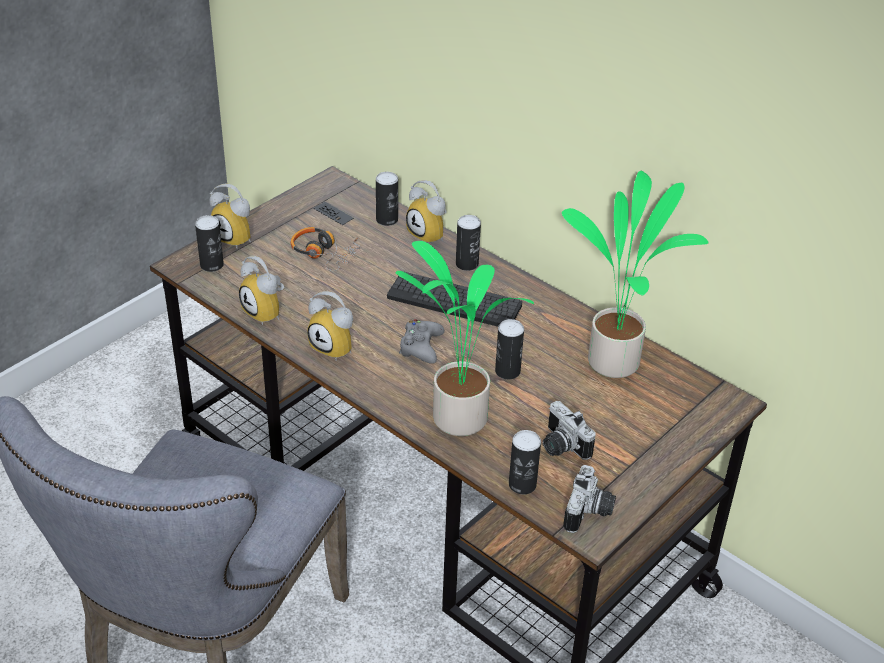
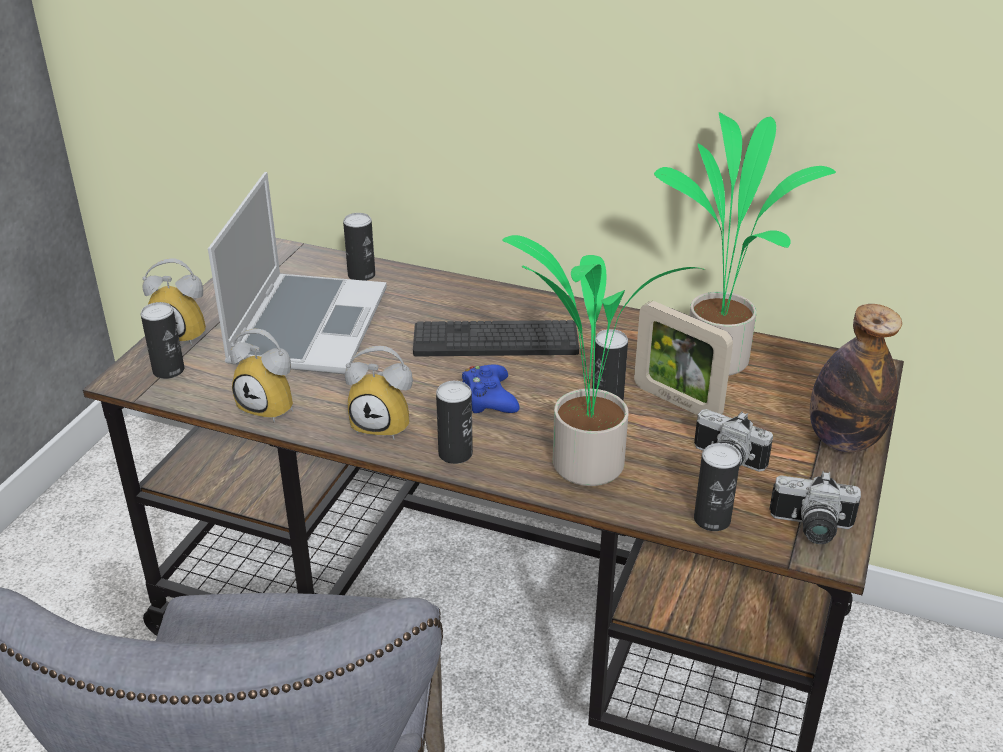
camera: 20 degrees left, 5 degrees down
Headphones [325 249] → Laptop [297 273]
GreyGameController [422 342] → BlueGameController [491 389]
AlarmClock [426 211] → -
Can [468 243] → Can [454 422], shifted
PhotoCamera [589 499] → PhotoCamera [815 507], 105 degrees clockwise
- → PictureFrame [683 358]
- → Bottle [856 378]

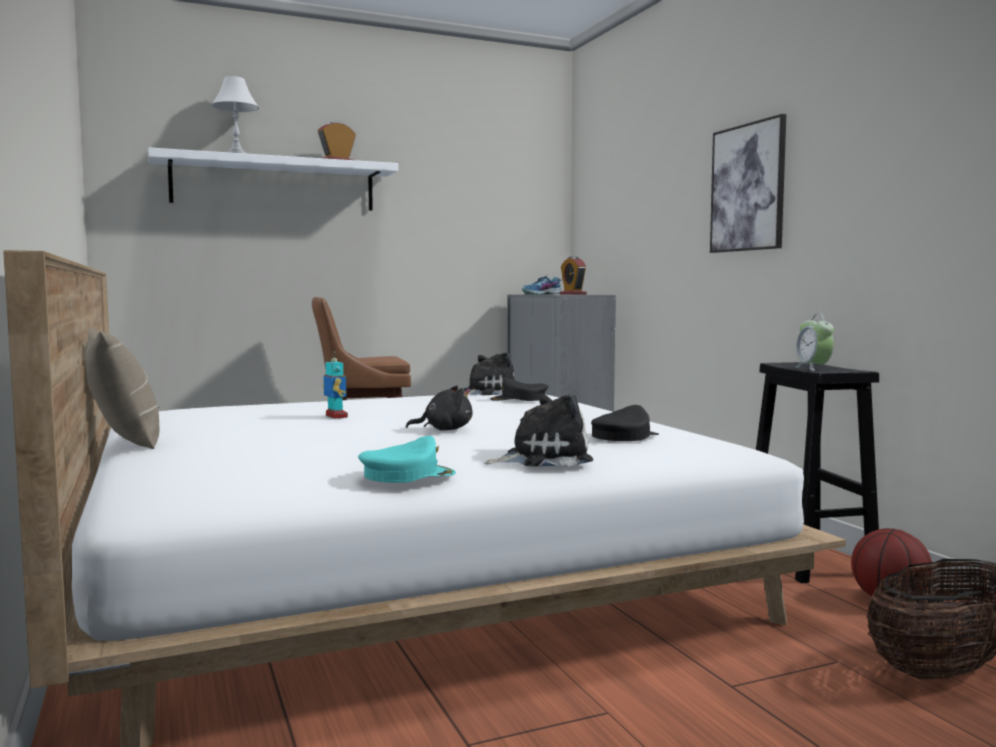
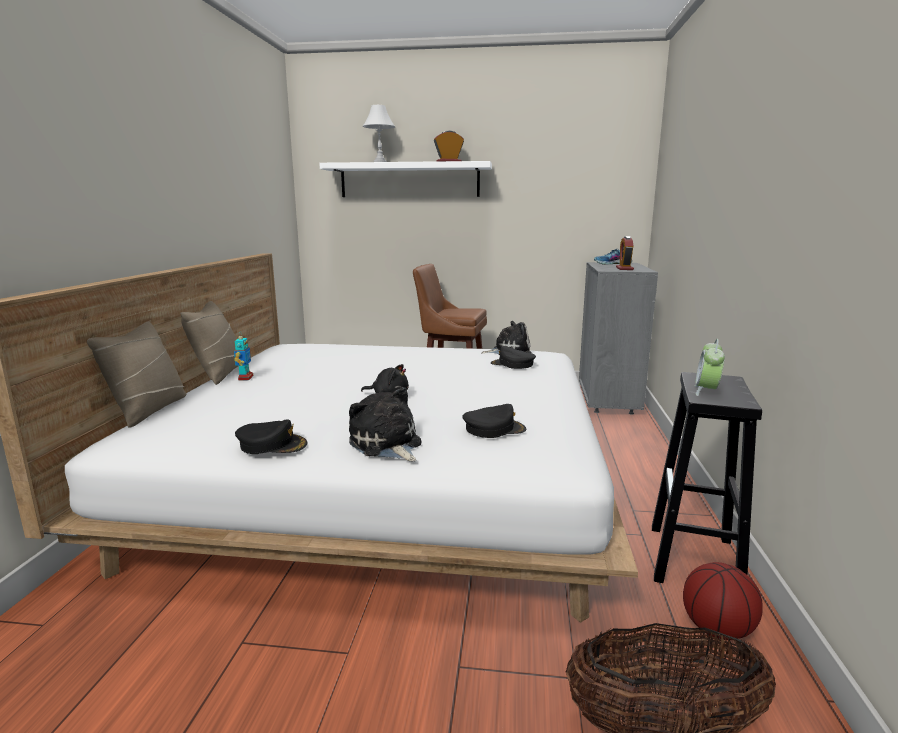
camera: 30 degrees right, 10 degrees up
ToyRobot [335 386] → ToyRobot [243 357], shifted
TurquoiseCap [407 459] → BlackCap [271 436]
PlushToy [539 430] → PlushToy [385 424], 135 degrees counterclockwise
Picture [748 183] → -
- → BeigePillow [136 374]

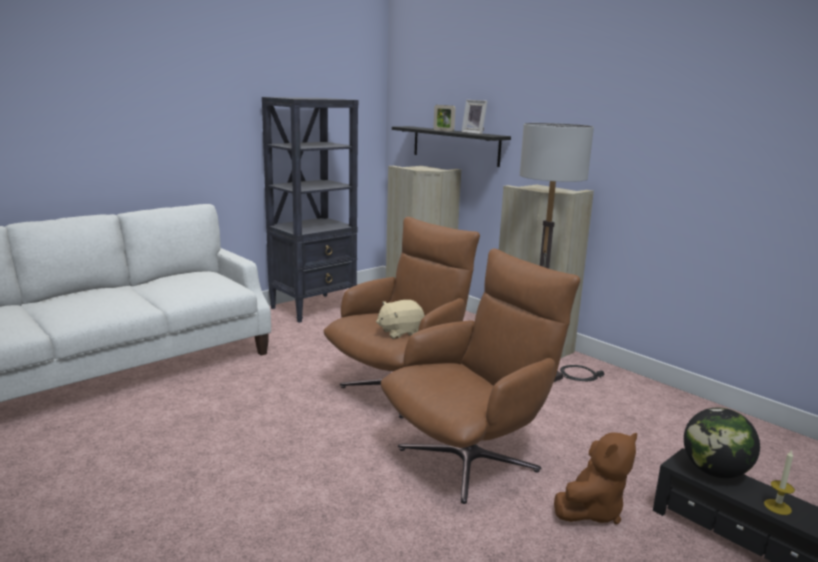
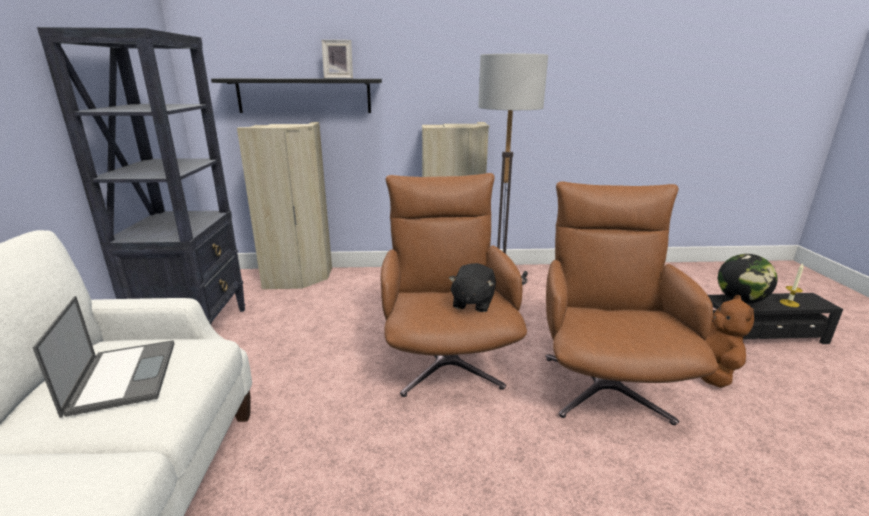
camera: 50 degrees left, 5 degrees up
BeigePlushToy [400 319] → BlackPlushToy [472 287]
PictureFrame [444 118] → -
- → Laptop [103 357]

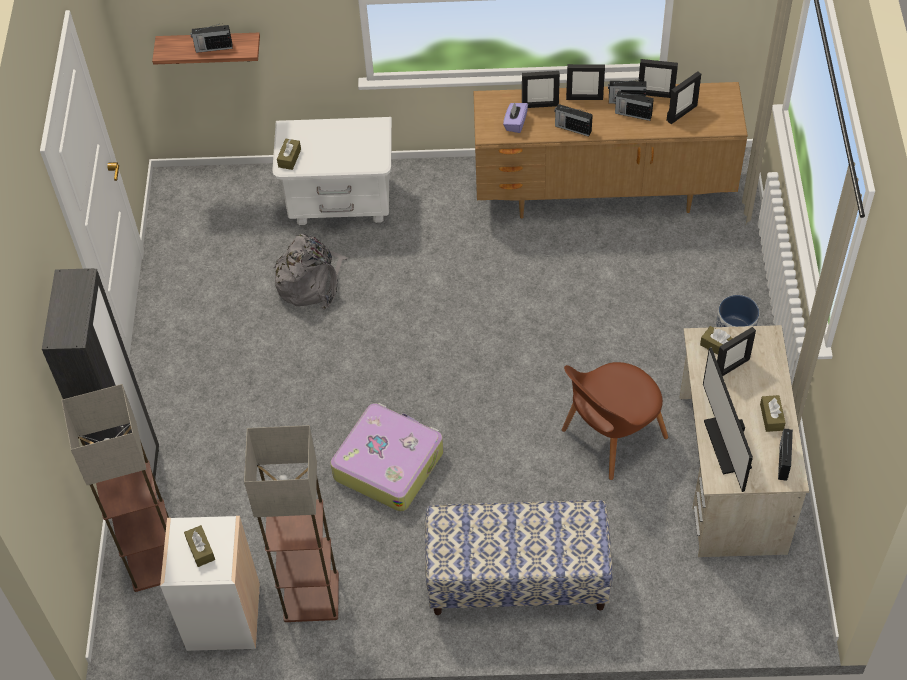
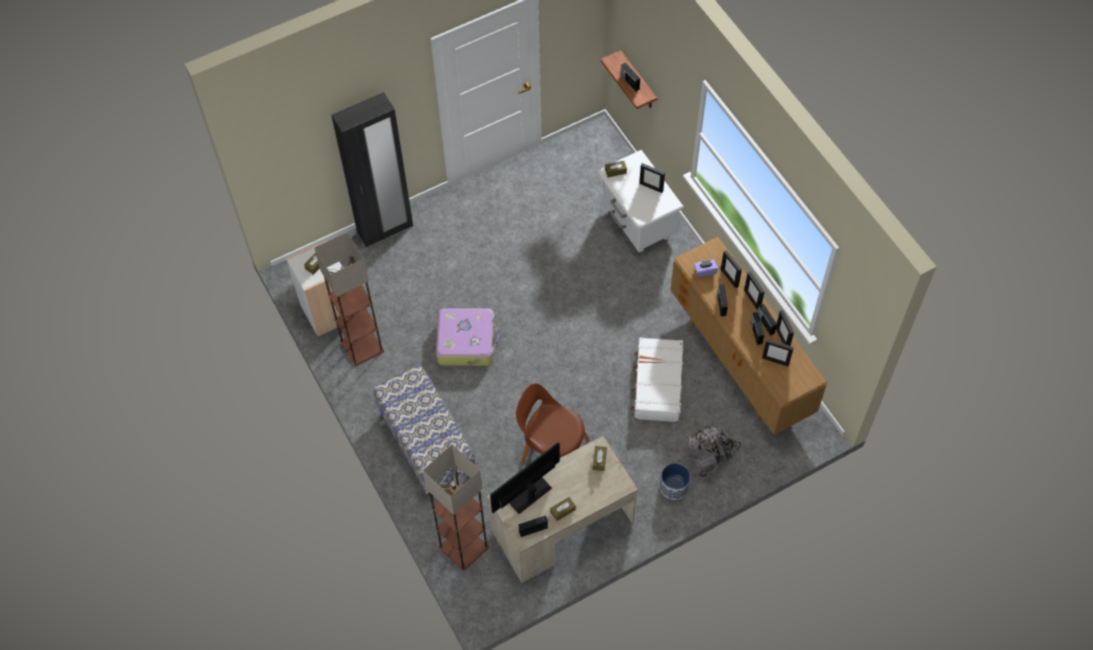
camera: 60 degrees right, 5 degrees up
FloorLamp [115 488] → FloorLamp [456 507], shifted
GreyBackpack [310 272] → GreyBackpack [715 452], shifted
PictureFrame [736 351] → PictureFrame [652 178], shifted
- → WhiteSuitcase [657 379]

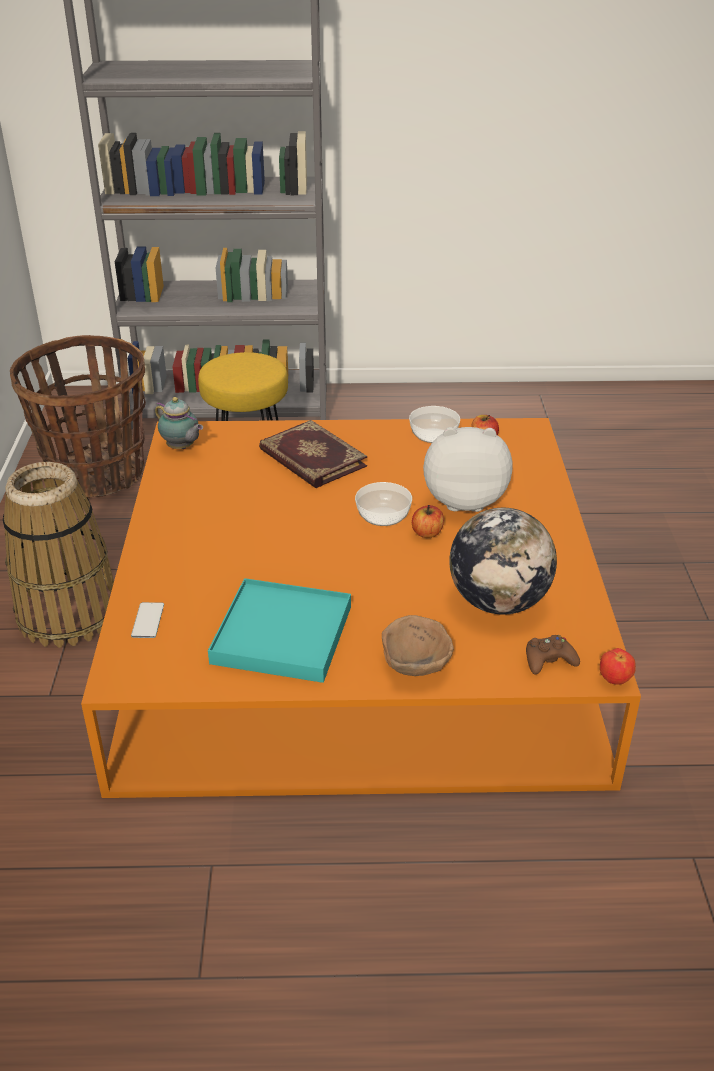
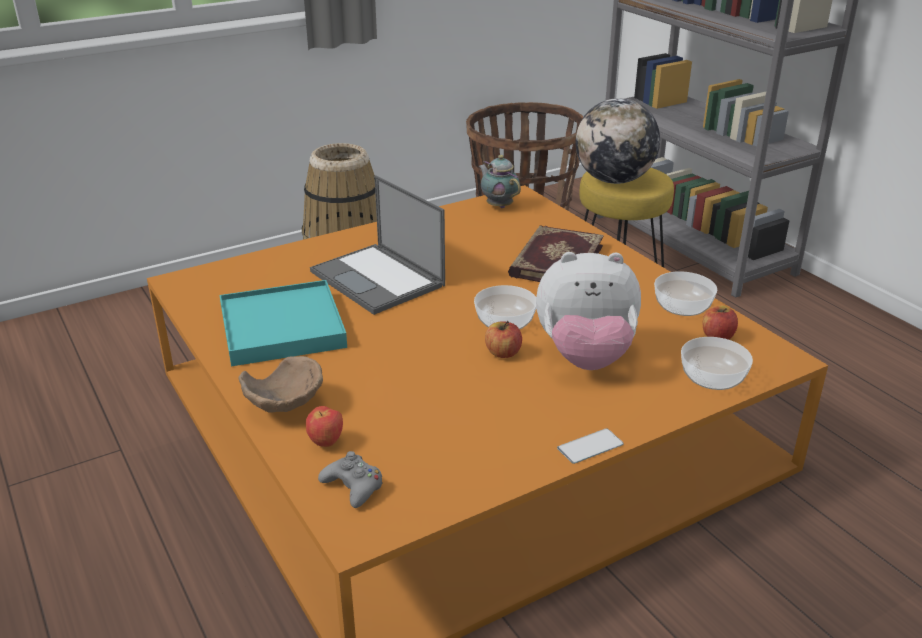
camera: 60 degrees right, 5 degrees down
Phone [147 620] → Phone [590 446], shifted
Teapot [179 423] → Teapot [500 181], 135 degrees clockwise
PlushToy [467 469] → PlushToy [588 311], 120 degrees clockwise
Globe [503 561] → Globe [618 141], shifted
BrownGameController [553 654] → GreyGameController [350 479]
Apple [618 666] → Apple [324 426], shifted
- → Laptop [377 245]
- → Bowl [717 363]

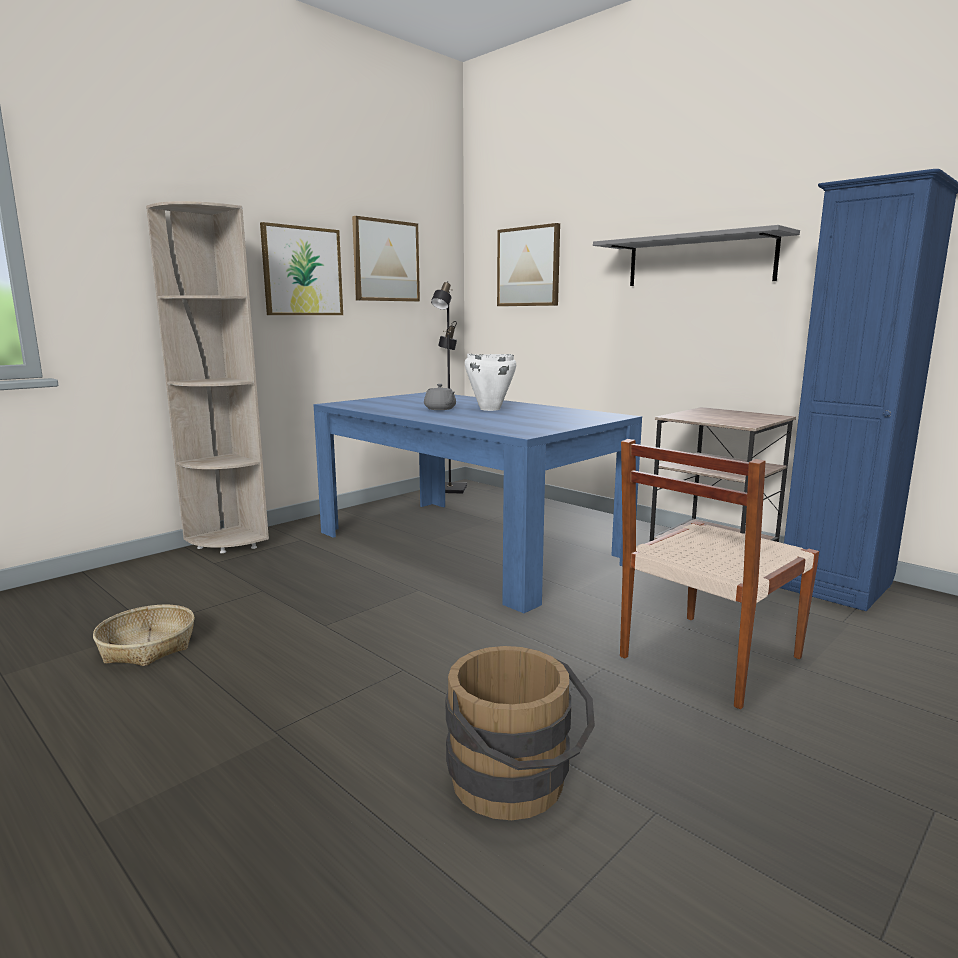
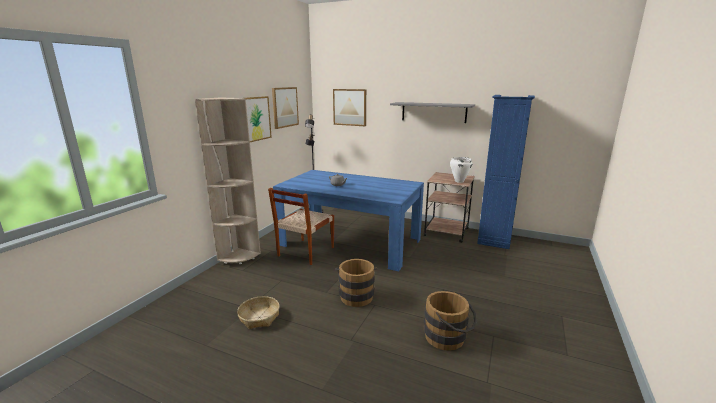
camera: 20 degrees left, 5 degrees up
WhiteCookingPot [490 382] → WhiteCookingPot [461 170], shifted
Chair [719 574] → Chair [301 226], shifted
- → BrownBucket [356 283]

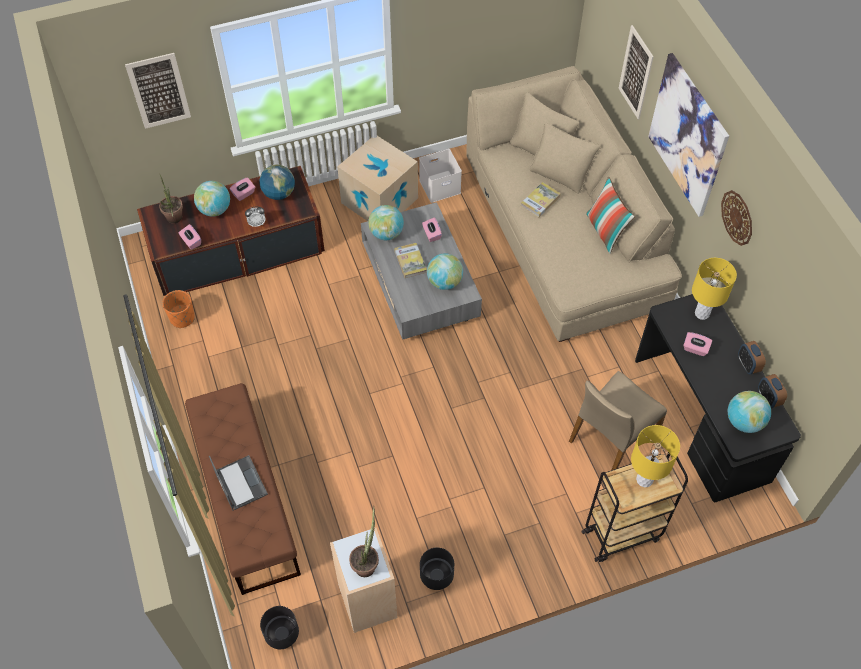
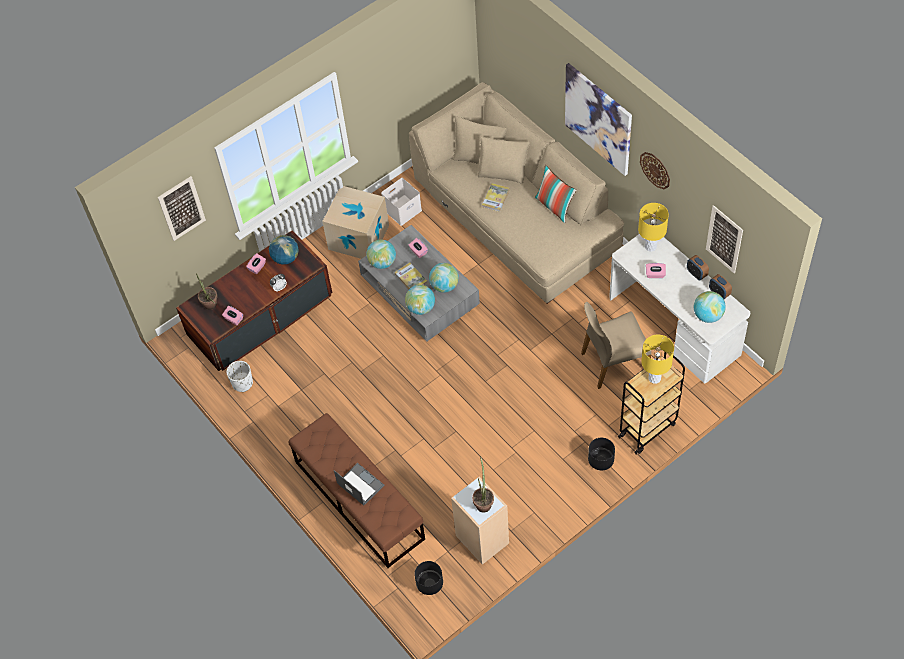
camera: 15 degrees left, 0 degrees up
OrangePlanter [178 309] → WhitePlanter [239 376]
Globe [212 199] → Globe [420 300], shifted
BlackPlanter [437 569] → BlackPlanter [601 454], shifted
BeigeChair [618 420] → BeigeChair [616 345], 45 degrees clockwise
Picture [636 72] → Picture [724 239], shifted
BlackDesk [718 398] → WhiteDesk [679 308]

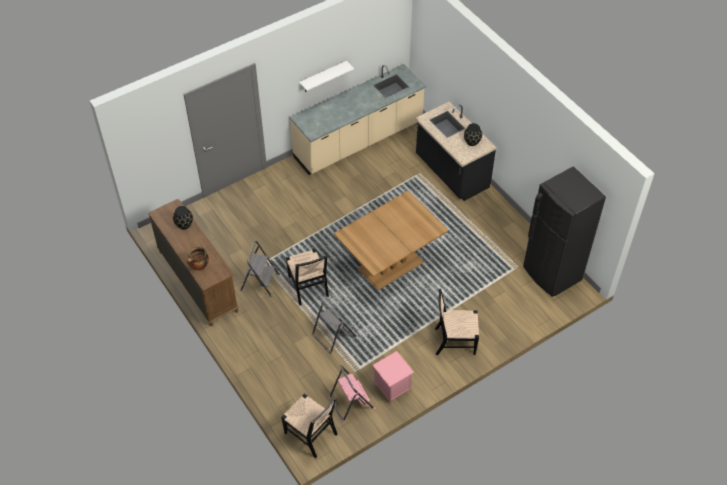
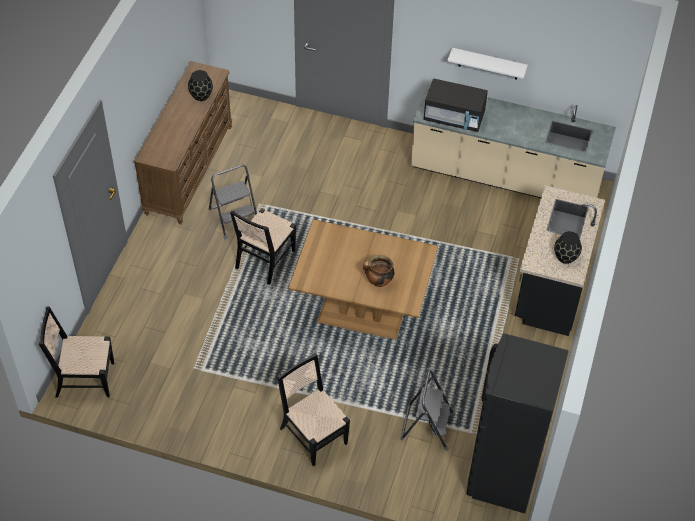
camera: 50 degrees right, 0 degrees up
CookingPot [198 258] → CookingPot [378 271], shifted
Chair [309 426] → Chair [76 352], 90 degrees clockwise
GreyStepLadder [335 327] → GreyStepLadder [427 410], shifted
PinkStepLadder [352 394] → -
PinkNightstand [393 377] → -
- → BlackMicrowave [456 105]

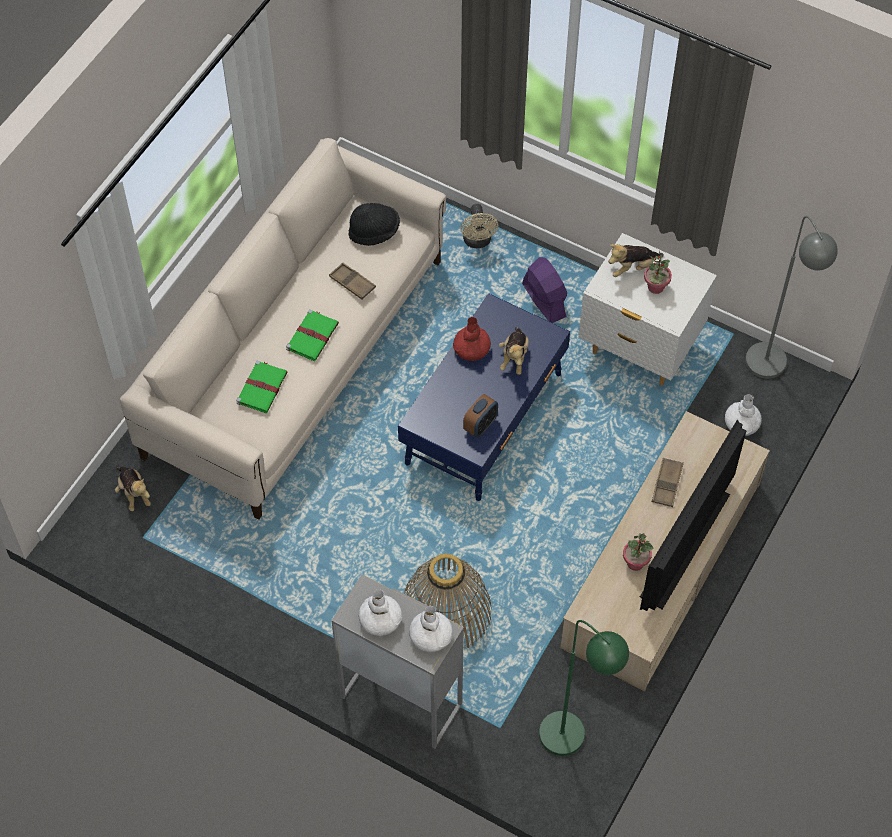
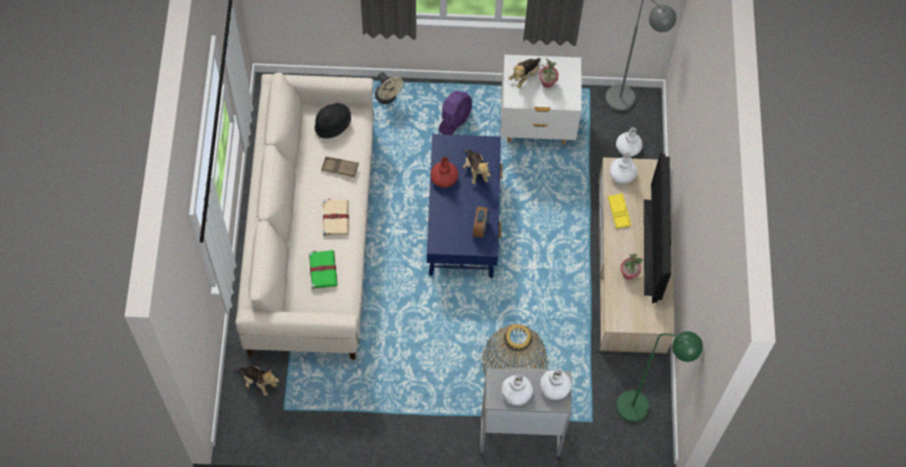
camera: 30 degrees left, 5 degrees up
GreenBook [312 335] → BeigeBook [336 217]
PurpleFan [544 290] → PurpleFan [455 113], 90 degrees clockwise
BrownTray [667 482] → YellowTray [619 211]
- → WhiteVase [623 168]

